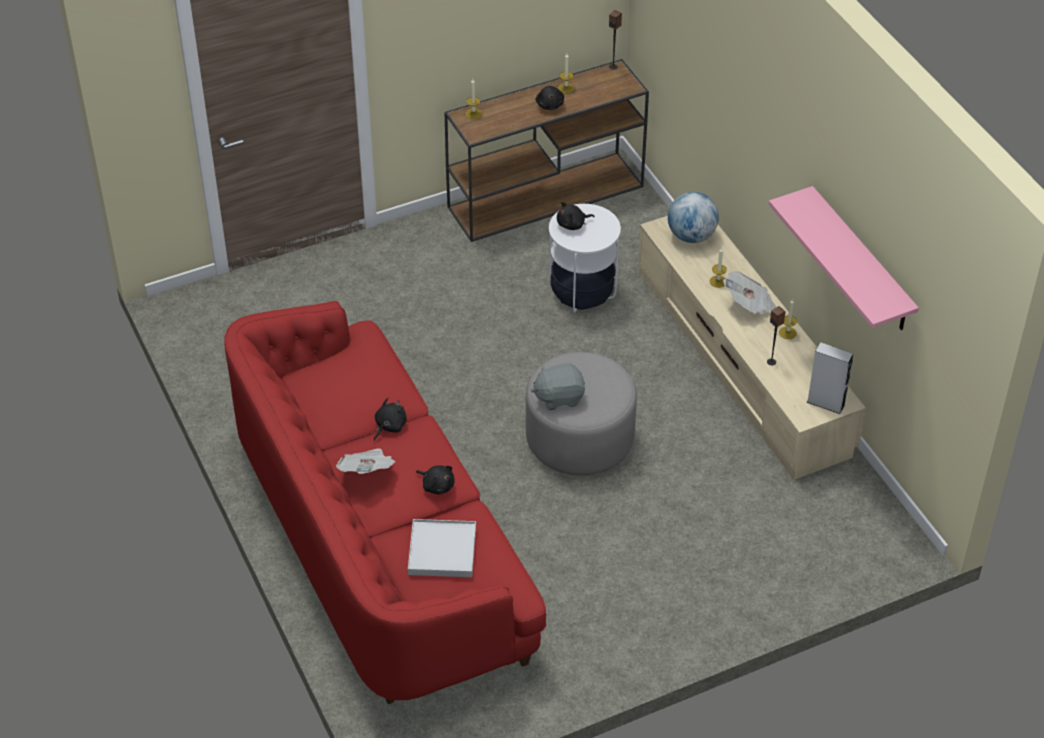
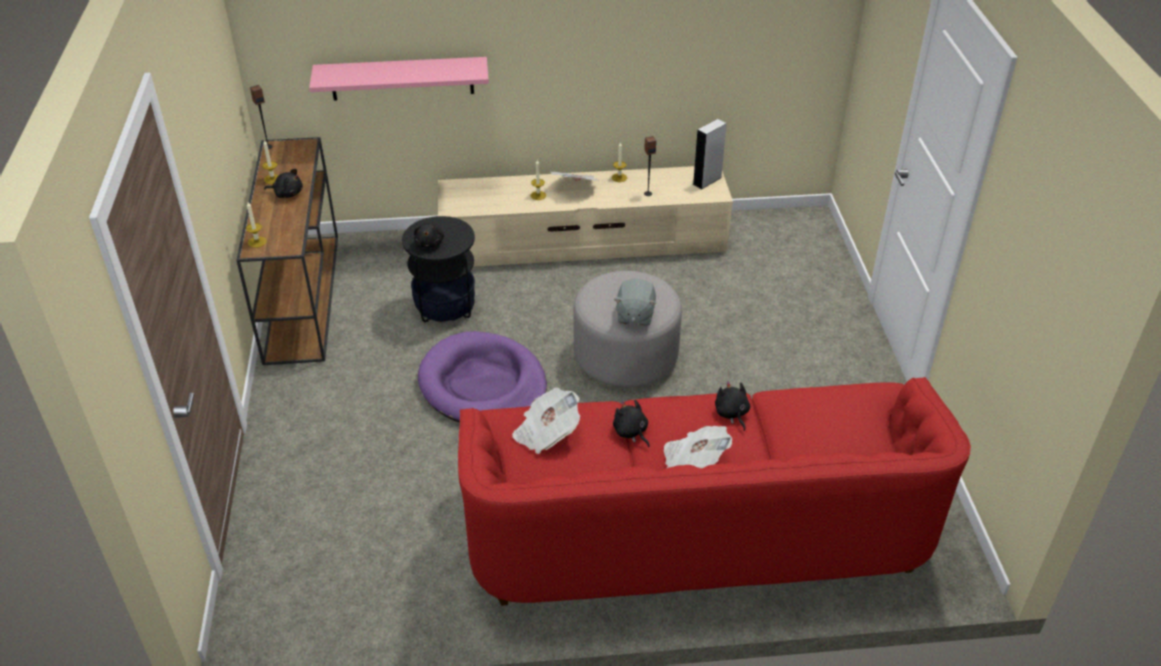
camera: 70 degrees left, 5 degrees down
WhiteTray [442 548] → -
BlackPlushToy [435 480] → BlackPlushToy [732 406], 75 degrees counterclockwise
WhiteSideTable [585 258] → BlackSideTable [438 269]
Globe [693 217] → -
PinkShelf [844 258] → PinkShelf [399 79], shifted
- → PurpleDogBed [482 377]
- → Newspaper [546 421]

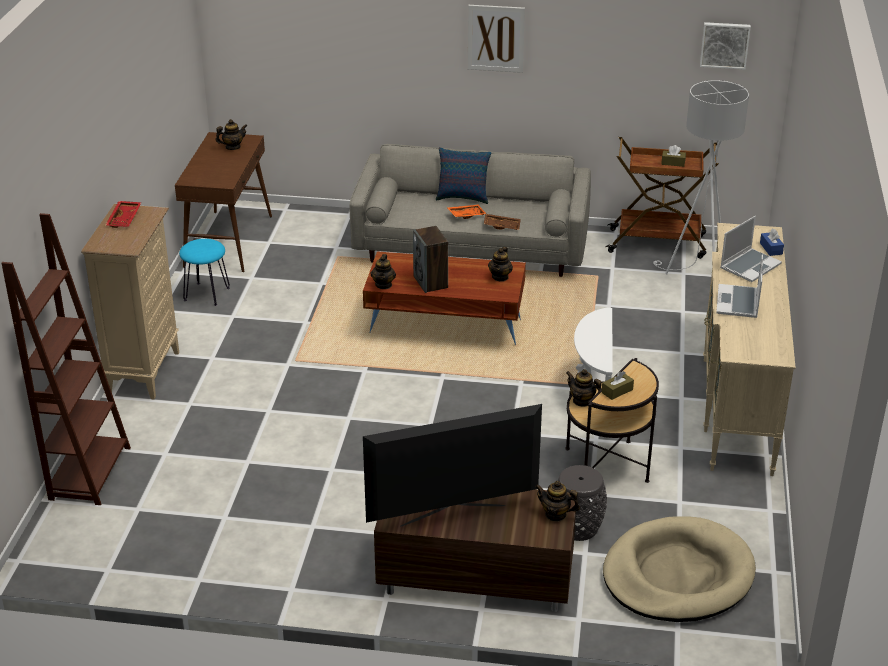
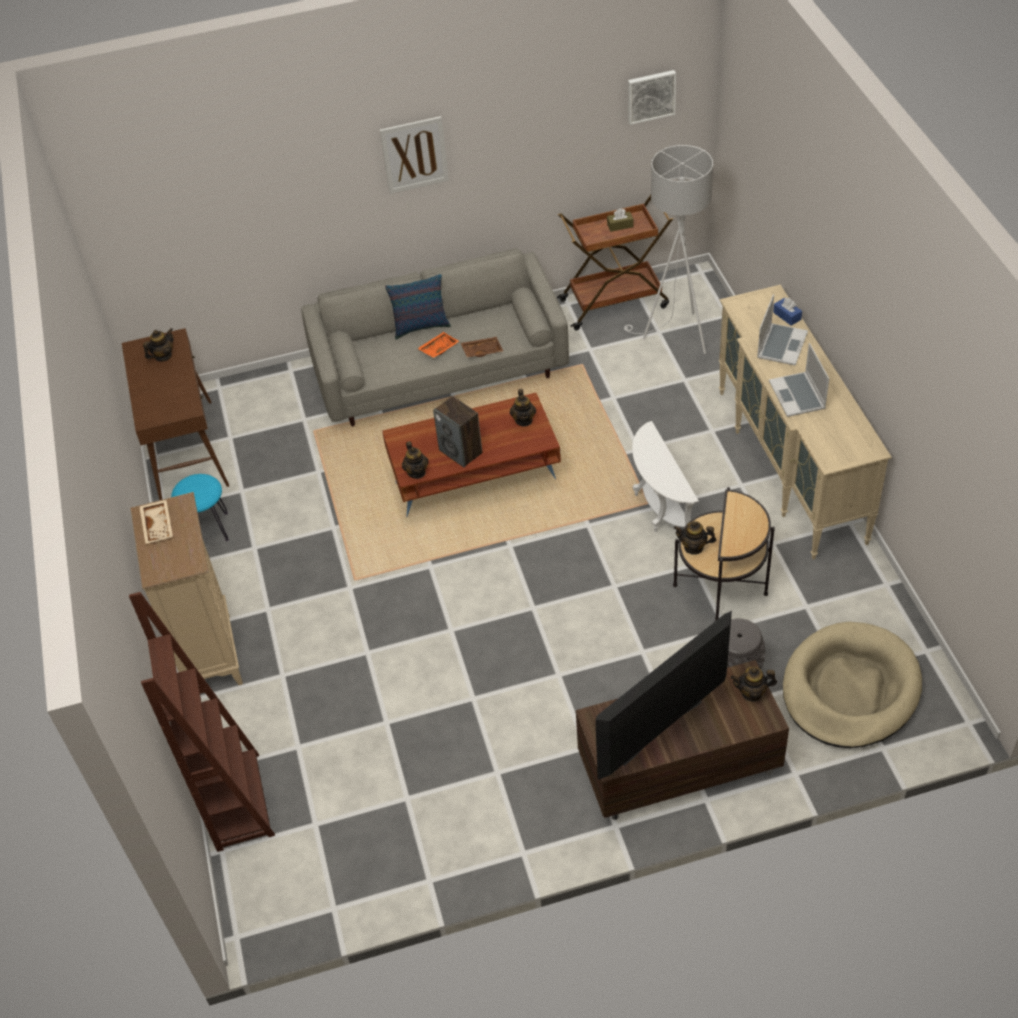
camera: 20 degrees left, 15 degrees up
RedTray [124 214] → BeigeTray [156 522]
BrownTissueBox [618 385] → -

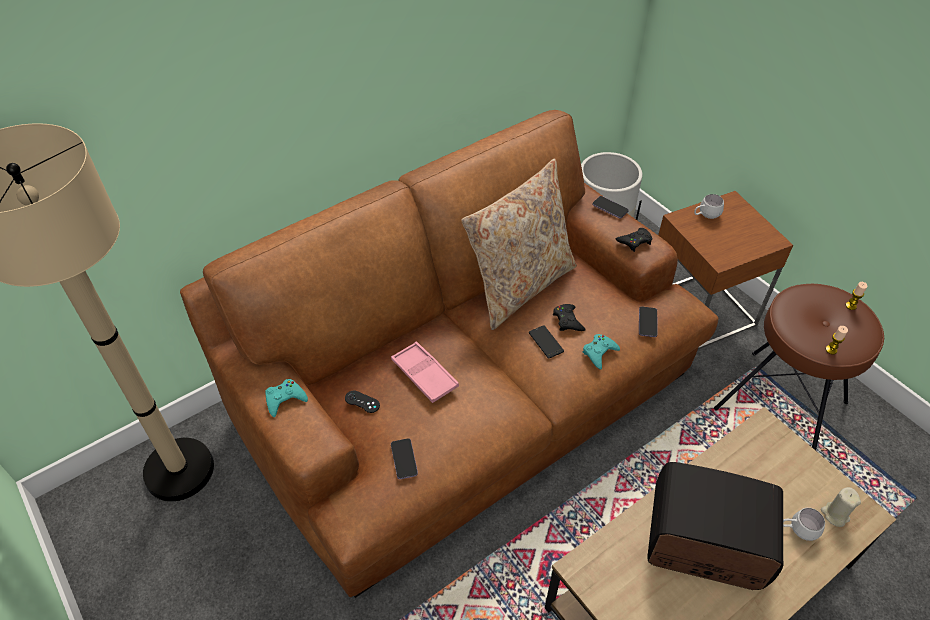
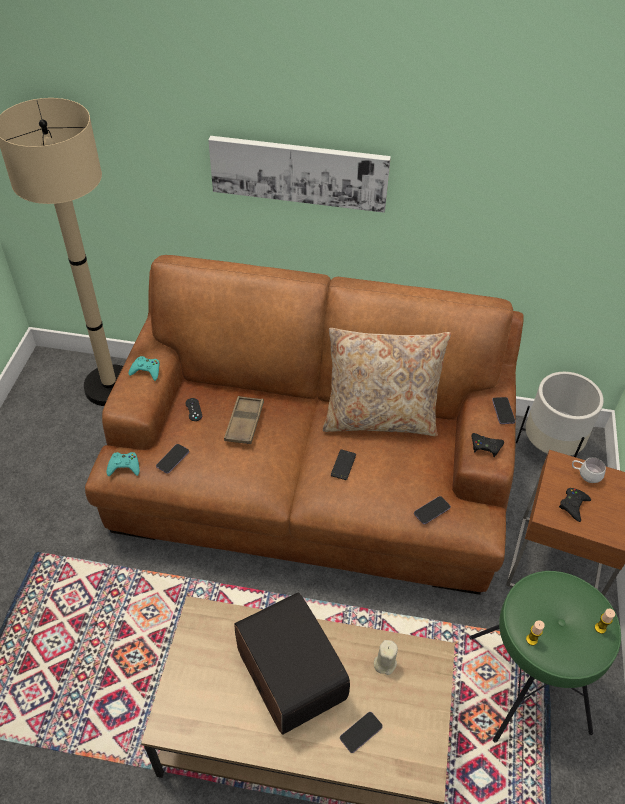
camera: 45 degrees right, 0 degrees up
PinkTray [425 372] → BrownTray [244 420]
BlackGameController [569 317] → BlackGameController [575 505], shifted
TurquoiseGameController [601 352] → TurquoiseGameController [123 464], shifted
BrownStool [799 367] → GreenStool [545 657]
WhiteMug [804 524] → Phone [361 732]
BeigeCandle [841 507] → BeigeCandle [386 657], shifted
- → Picture [299 174]

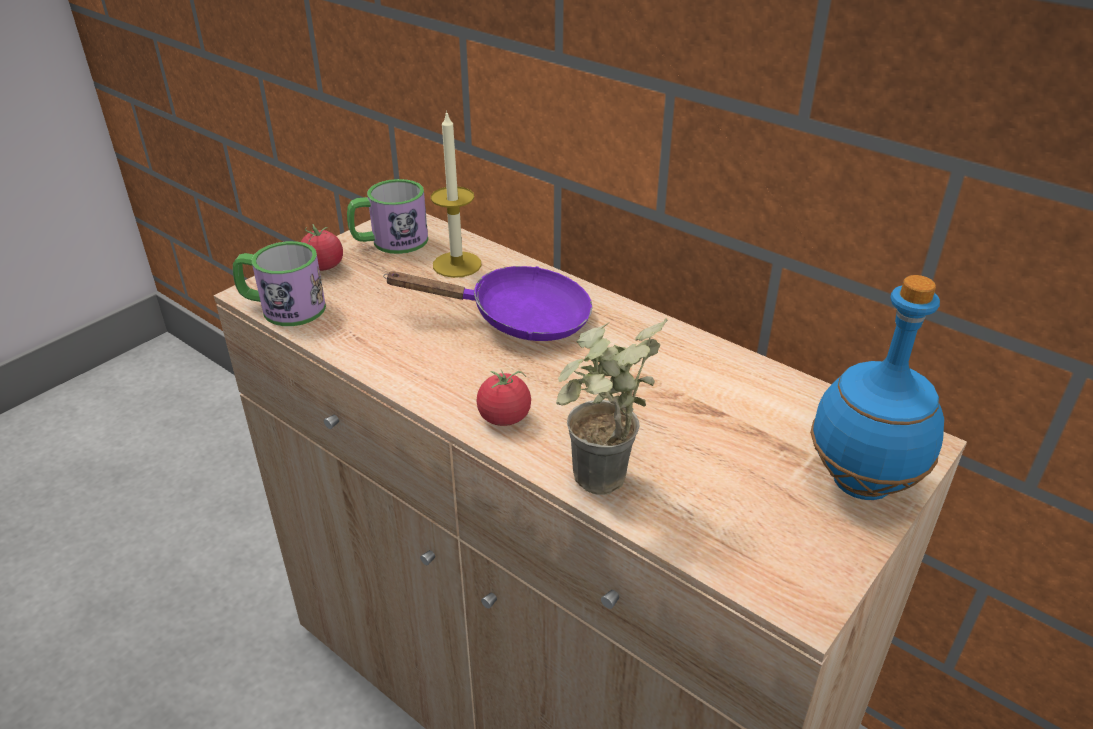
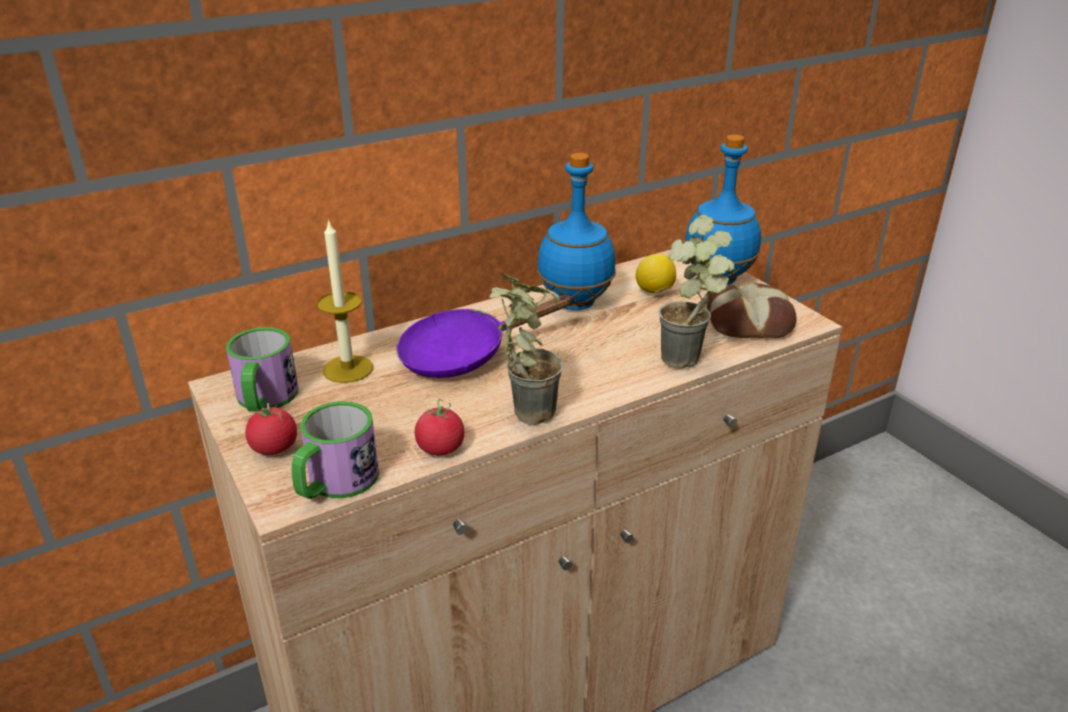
camera: 70 degrees left, 5 degrees down
PurpleFryingPan [487 303] → PurpleFryingPan [484 336], 135 degrees counterclockwise
Tomato [503 398] → Tomato [440 427], shifted
- → PottedPlant [526 349]
- → BlueBottle [576 231]
- → Lemon [655 274]
- → Bread [752 311]

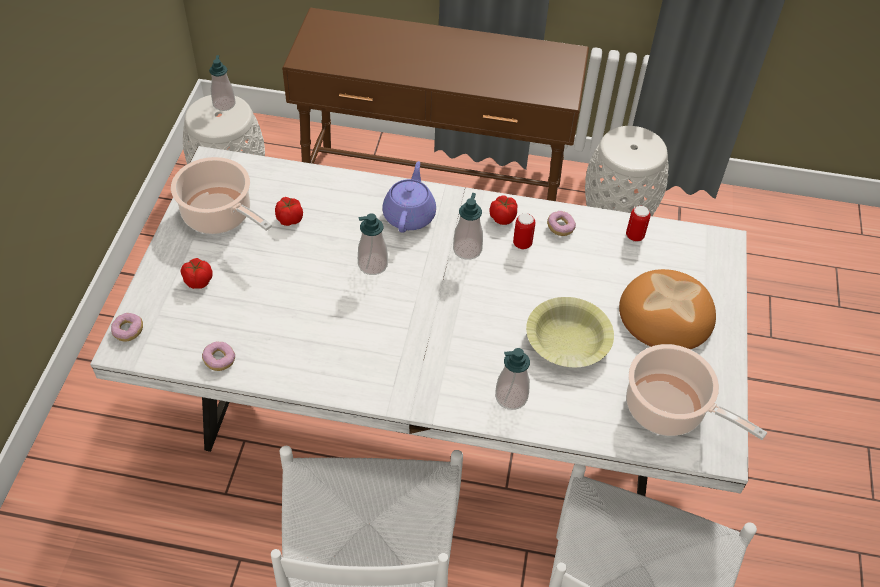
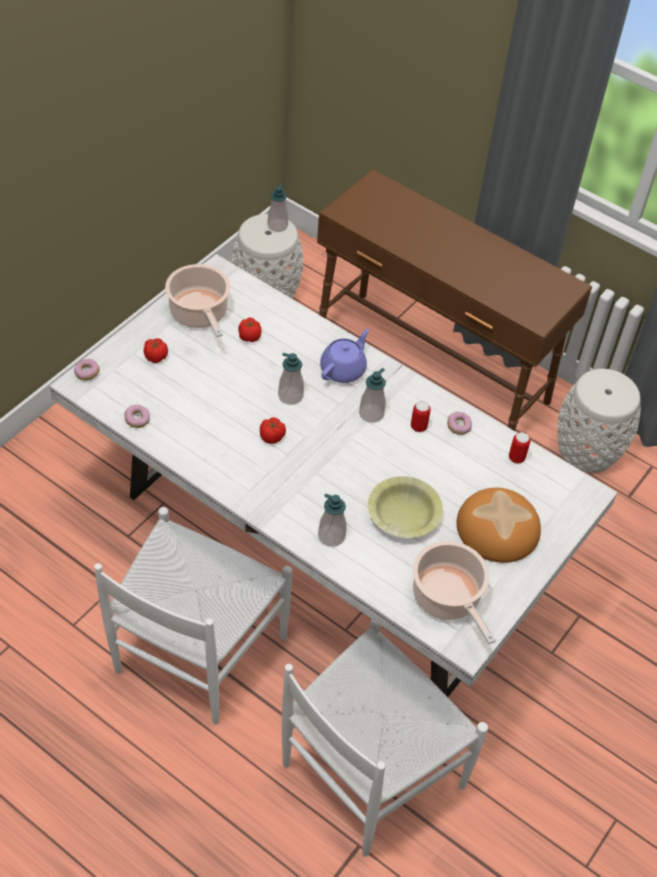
camera: 25 degrees right, 0 degrees up
Tomato [503 210] → Tomato [273 430], shifted

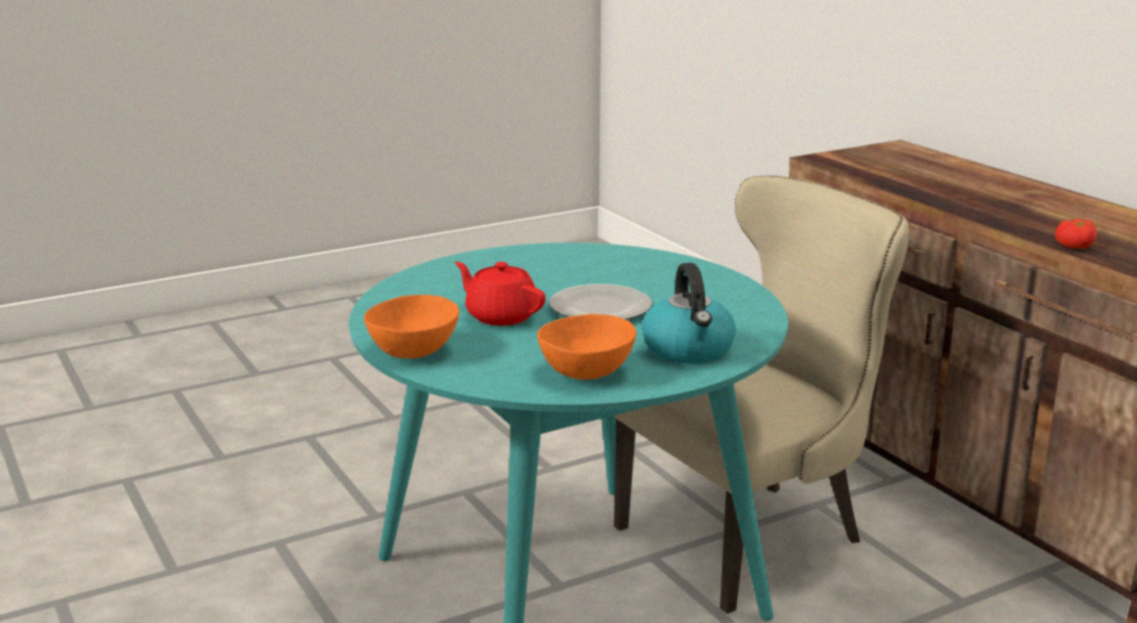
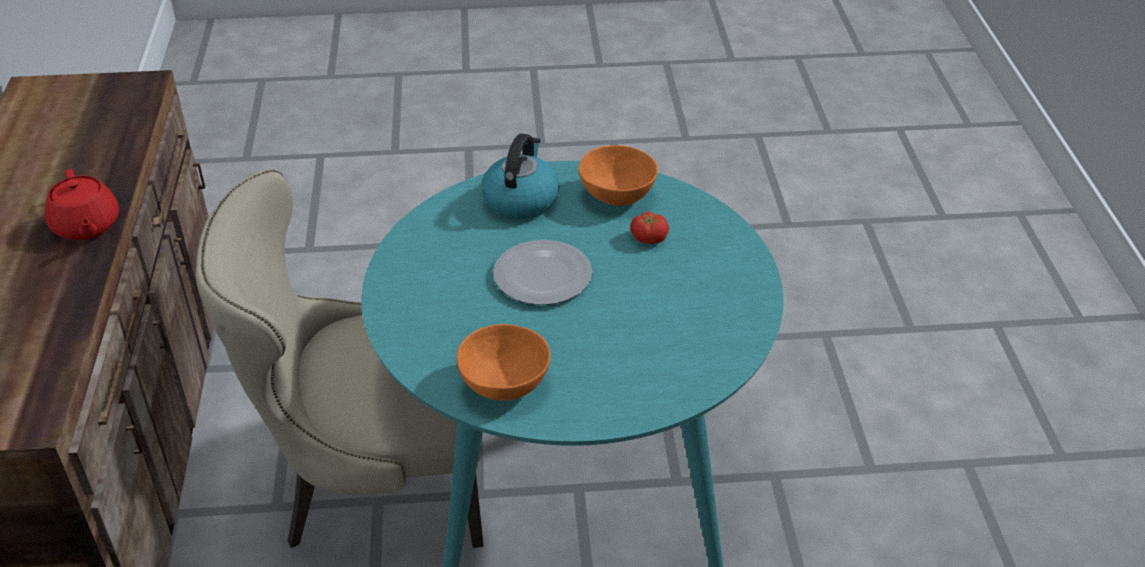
camera: 155 degrees left, 20 degrees up
OrangeBowl [411 326] → OrangeBowl [504 362], shifted
RedTeapot [500 294] → RedTeapot [82 204], shifted
Tomato [1076 234] → Tomato [649 227], shifted

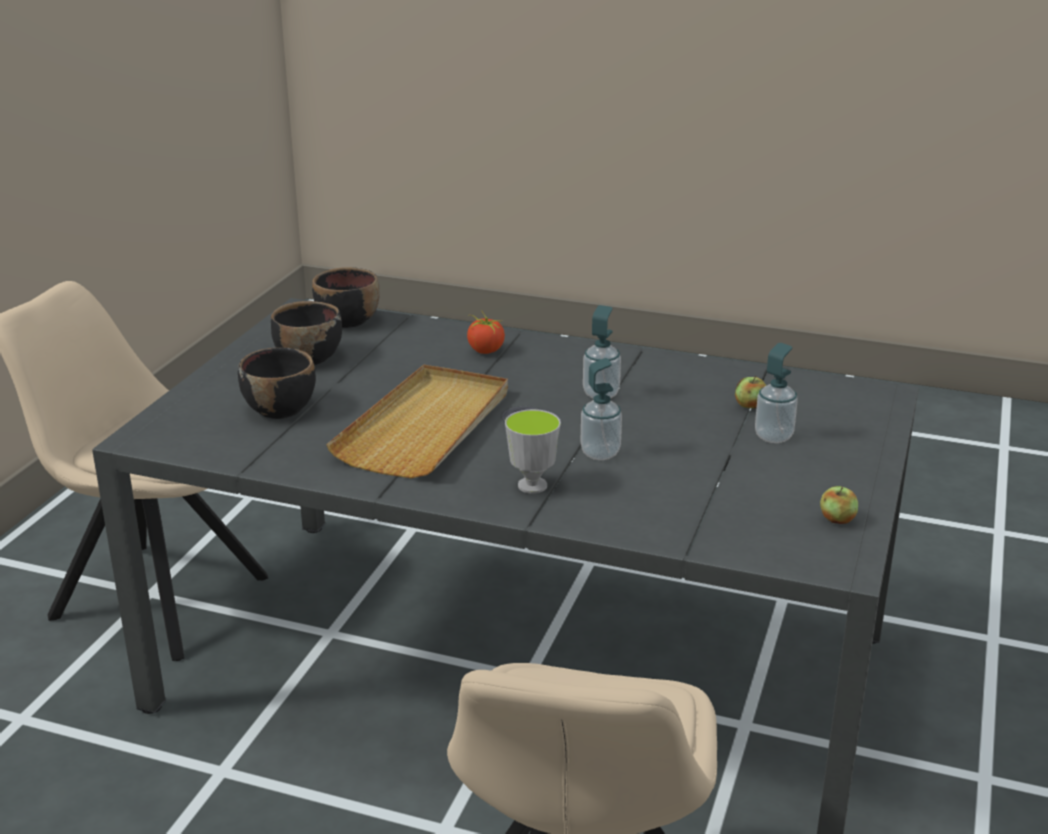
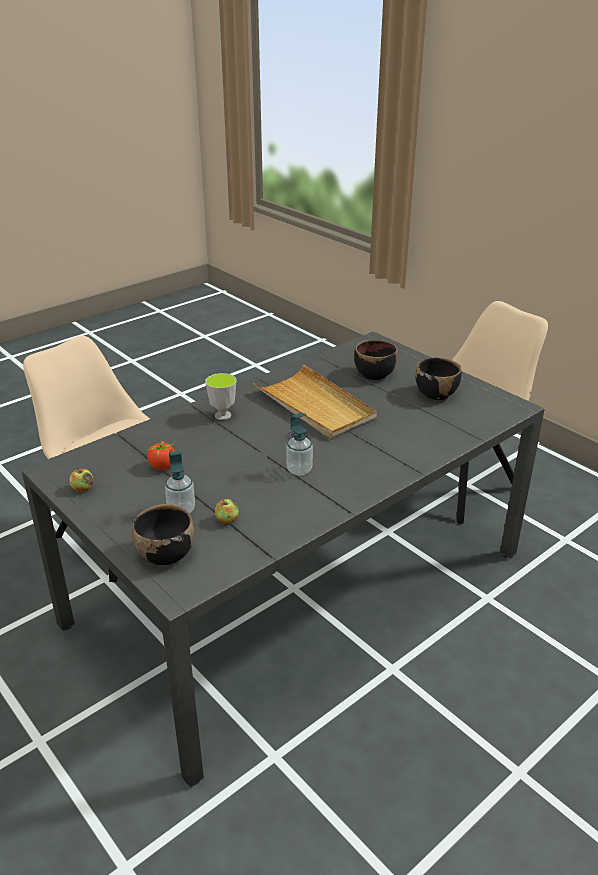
camera: 120 degrees right, 5 degrees up
BlackBowl [346 297] → BlackBowl [163 534], shifted
Tomato [486 333] → Tomato [161 455], shifted
SoapDispenser [601 409] → -

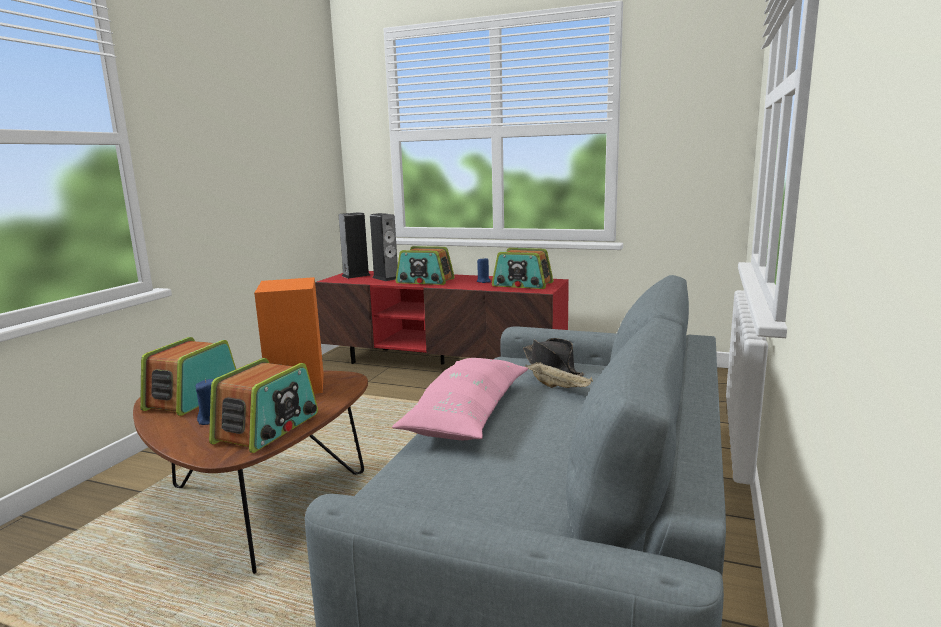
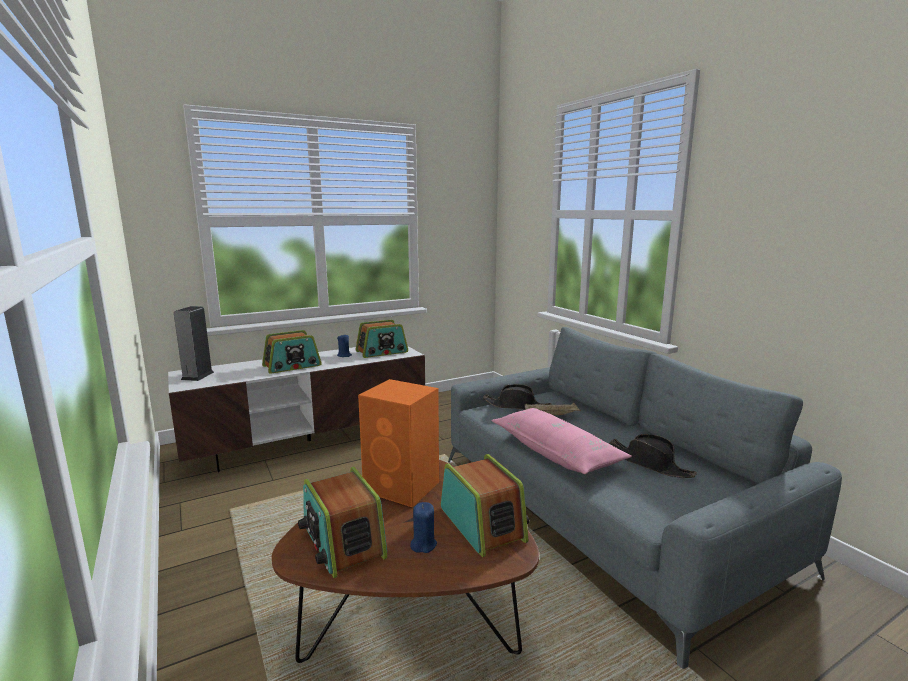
camera: 50 degrees left, 0 degrees up
RedTvStand [442 317] → WhiteTvStand [296 409]
Speaker [384 247] → -
- → BlackHat [652 456]

